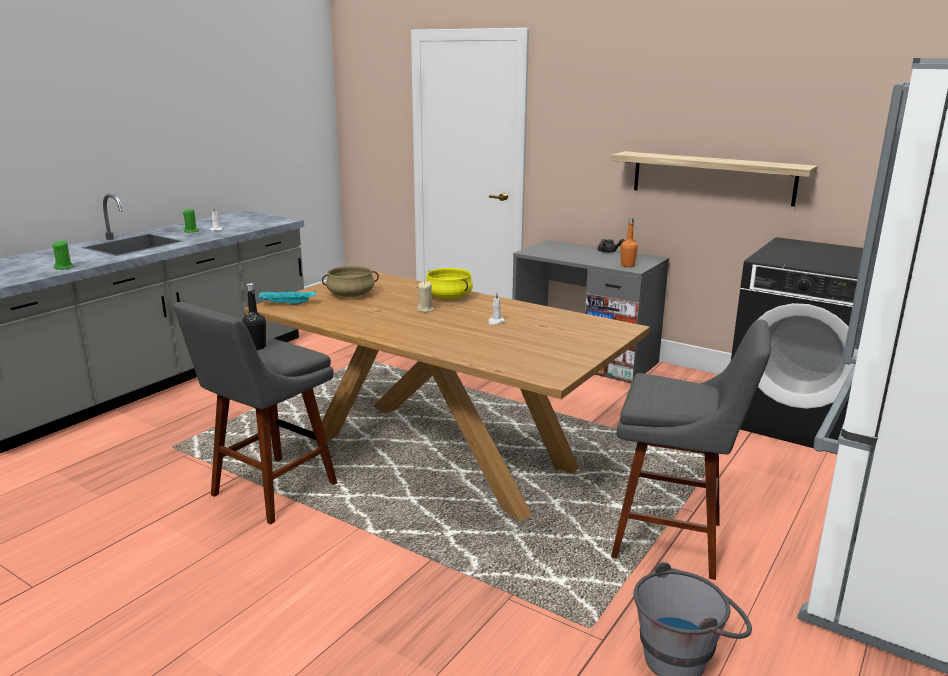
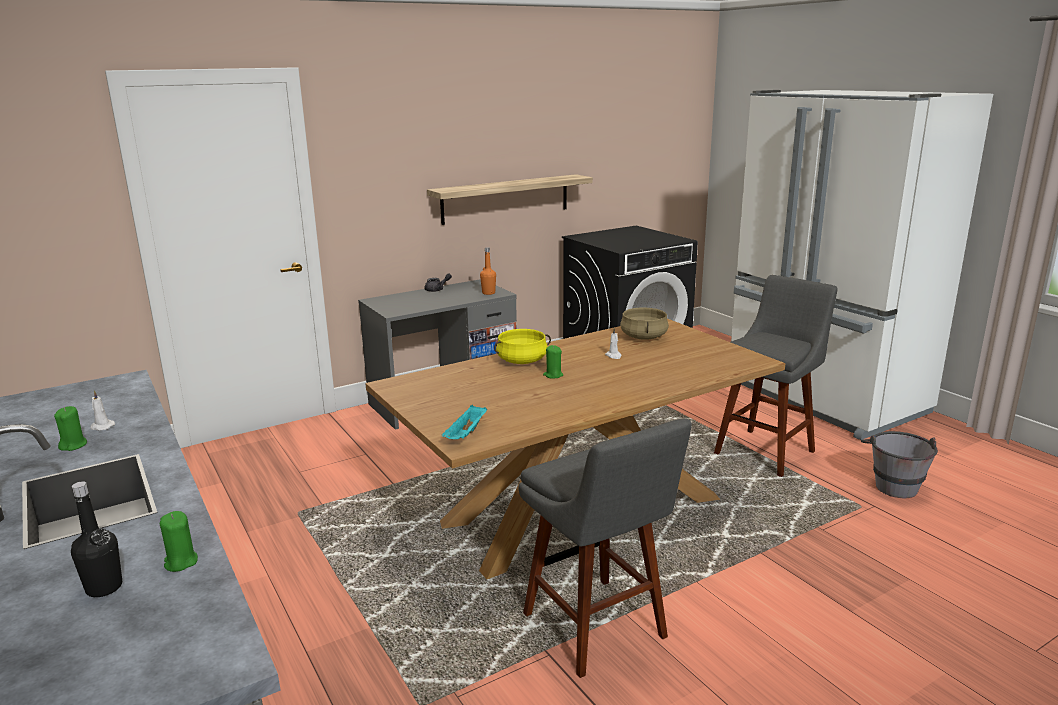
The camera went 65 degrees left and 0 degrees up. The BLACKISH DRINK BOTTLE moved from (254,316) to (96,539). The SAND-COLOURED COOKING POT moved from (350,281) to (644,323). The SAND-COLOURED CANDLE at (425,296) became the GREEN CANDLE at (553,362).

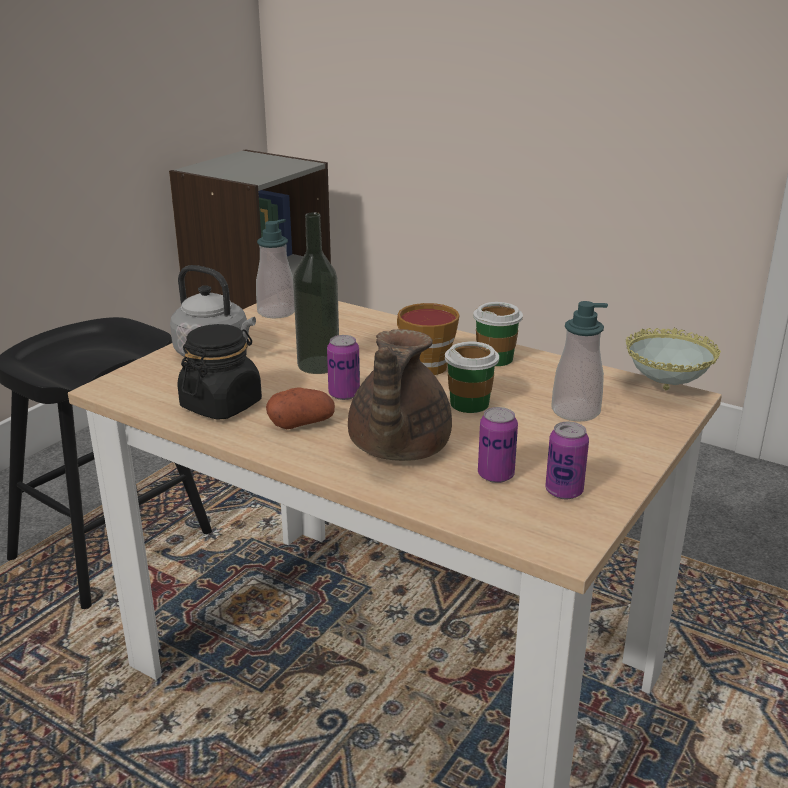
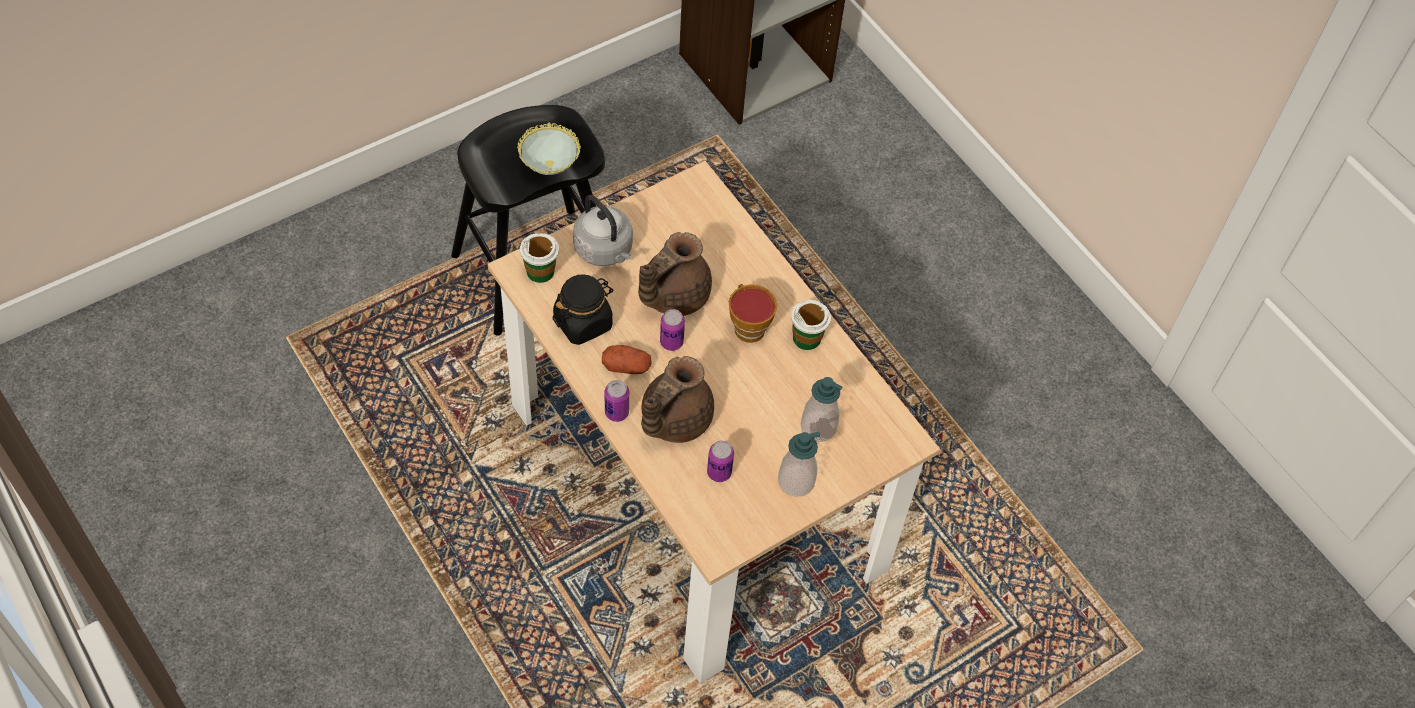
The camera went 20 degrees right and 30 degrees up. The SOAP BOTTLE moved from (275,269) to (799,464). The DRINK BOTTLE at (316,293) was replaced by the BROWNISH TEA POT at (675,274). The DRINKING CUP moved from (472,377) to (539,258). The METAL CAN moved from (567,460) to (617,401). The SERVING BOWL moved from (673,359) to (549,149).

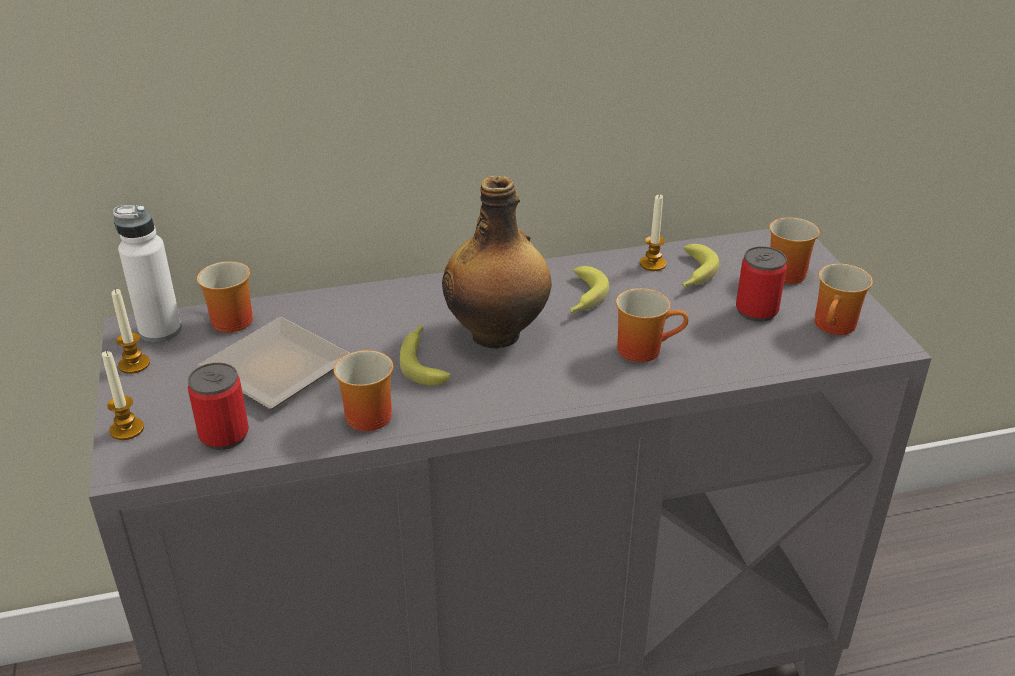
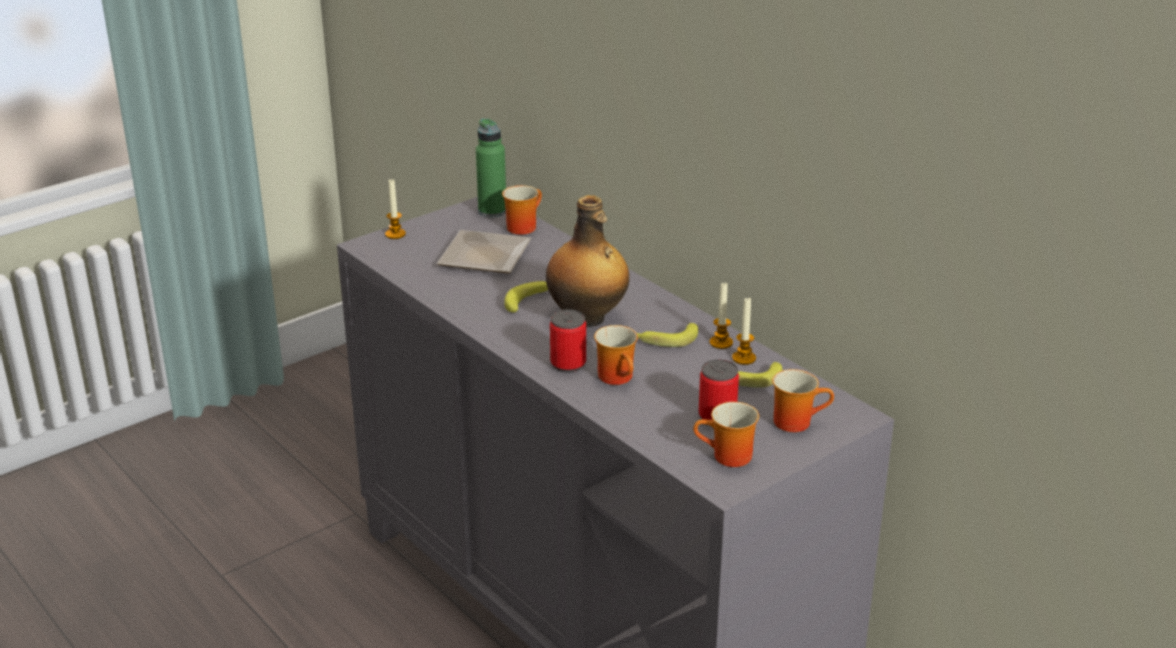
The camera went 65 degrees right and 5 degrees down. The CANDLE moved from (131,331) to (721,316). The WHITE DRINK BOTTLE at (147,274) became the GREEN DRINK BOTTLE at (491,167). The METAL CAN moved from (218,406) to (568,341). The COFFEE MUG at (363,390) disappeared.

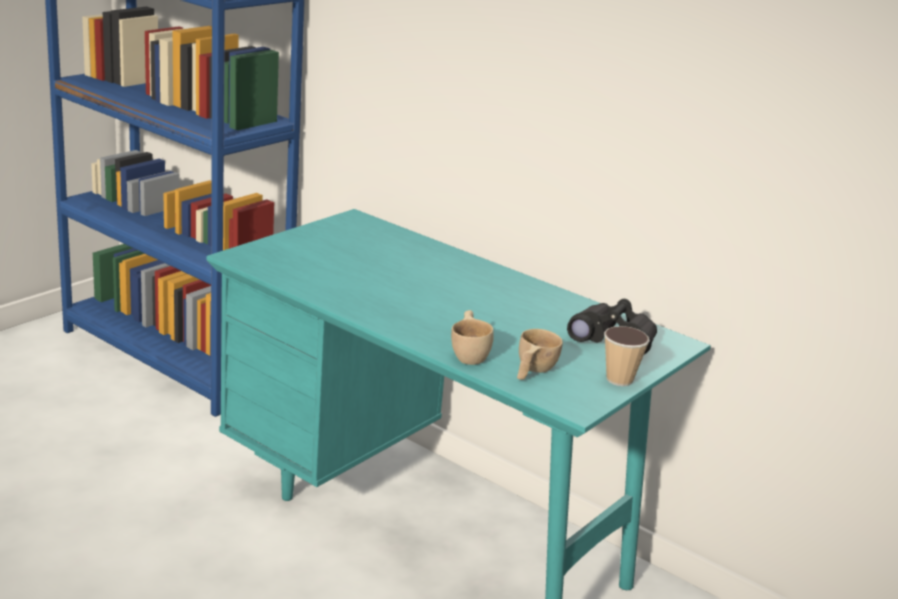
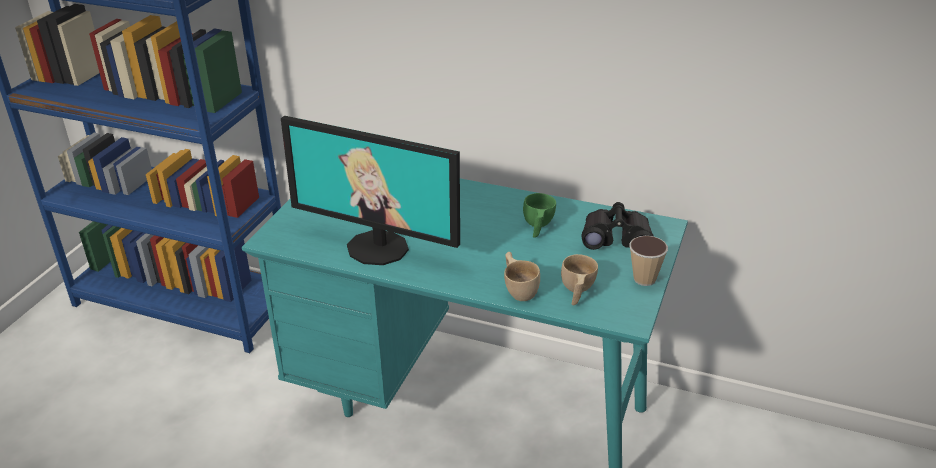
The camera went 15 degrees left and 10 degrees up. The COMPUTER SCREEN at (370,190) appeared. The GREEN DRINKING CUP at (539,215) appeared.

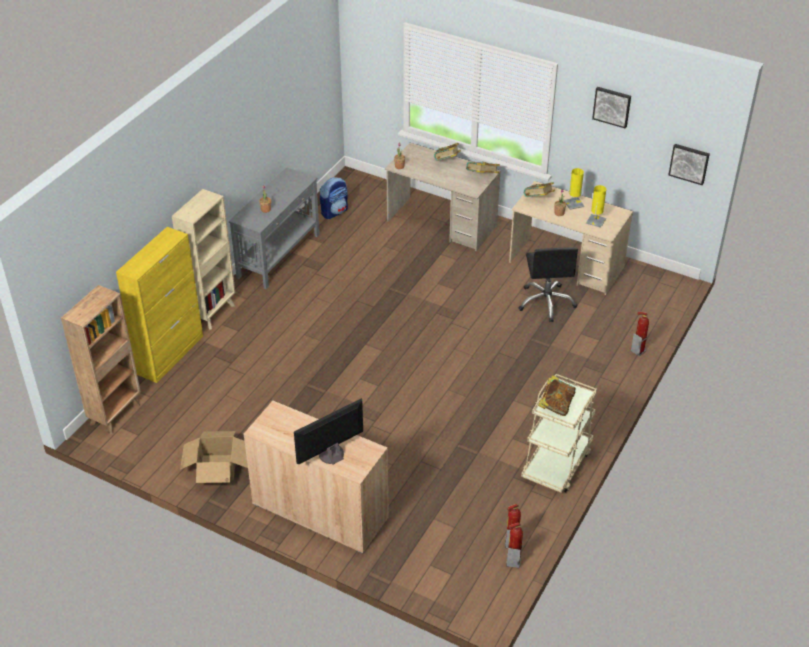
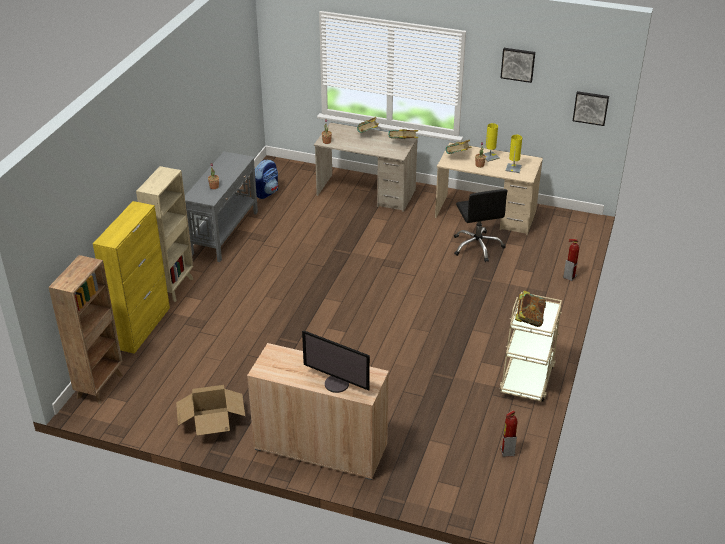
The camera went 10 degrees left and 5 degrees down. The COMPUTER SCREEN at (328,431) turned 105 degrees counterclockwise. The FIRE EXTINGUISHER at (514,545) disappeared.

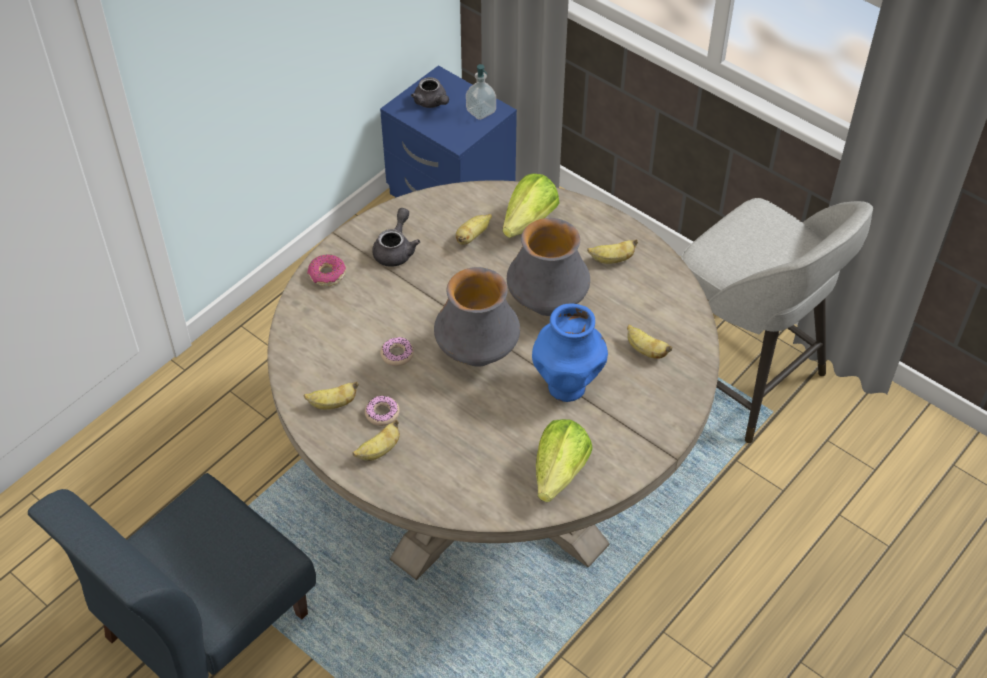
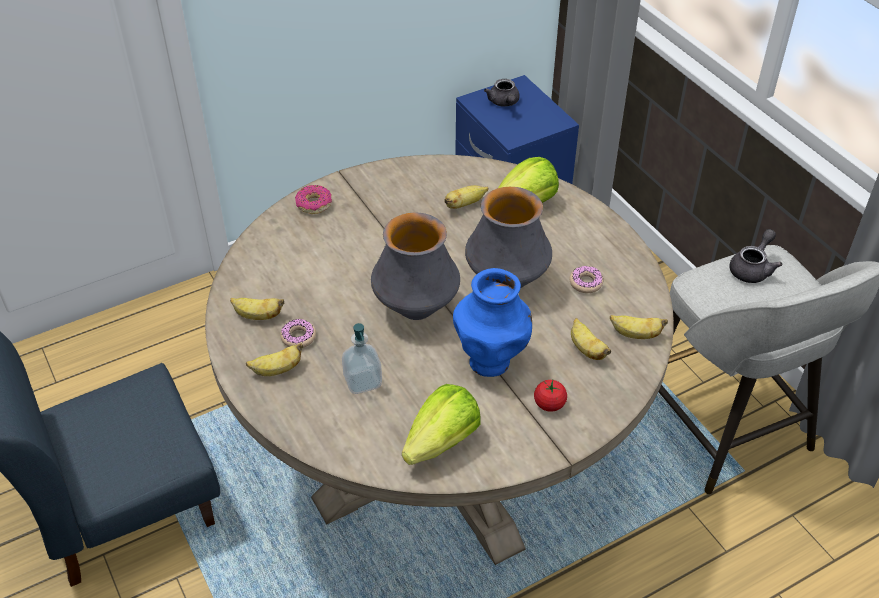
The camera went 20 degrees right and 5 degrees down. The GREYISH TEA POT moved from (396,237) to (755,256). The DOUGHNUT moved from (397,351) to (586,279). The SOAP BOTTLE moved from (481,92) to (362,358). The WHOLE BANANA moved from (612,251) to (639,327). The WHOLE TOMATO at (550,396) appeared.

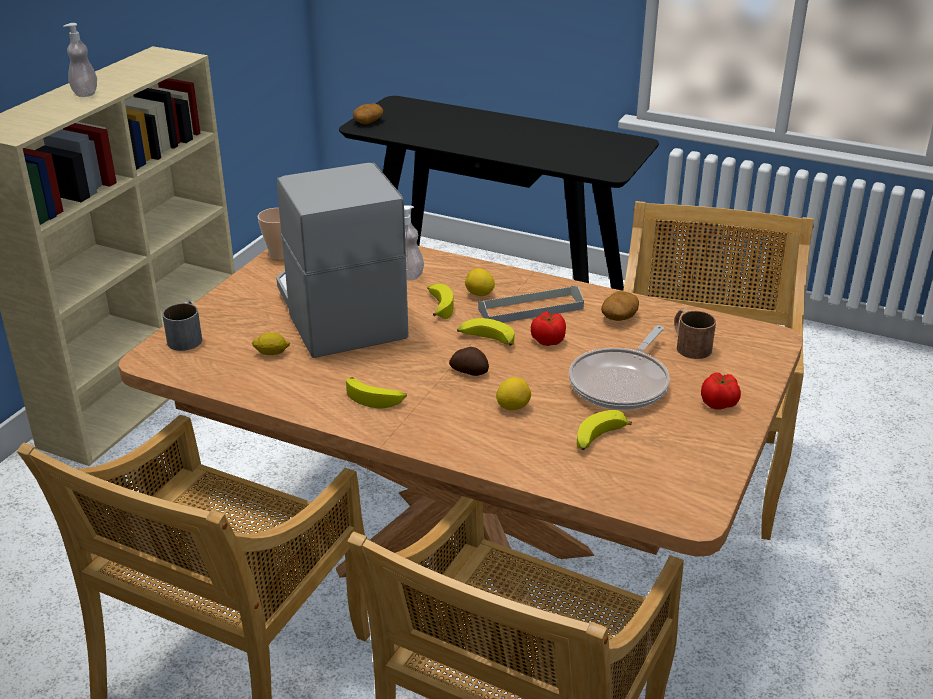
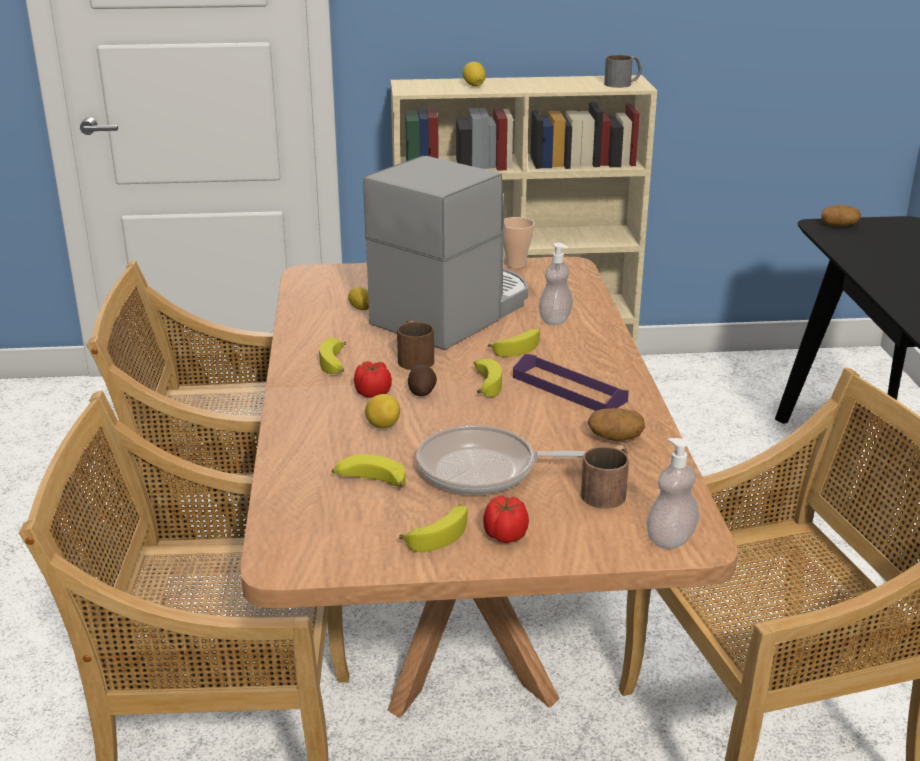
The camera went 60 degrees right and 5 degrees down. The SOAP BOTTLE moved from (80,60) to (672,493). The GREYISH COFFEE MUG moved from (182,325) to (622,71). The CITRUS FRUIT moved from (480,282) to (474,74). The GREYISH TRAY at (531,304) became the PURPLISH TRAY at (571,382). The WHOLE TOMATO moved from (548,328) to (373,379). The BROWNISH COFFEE MUG at (415,344) appeared. The WHOLE BANANA at (433,528) appeared.

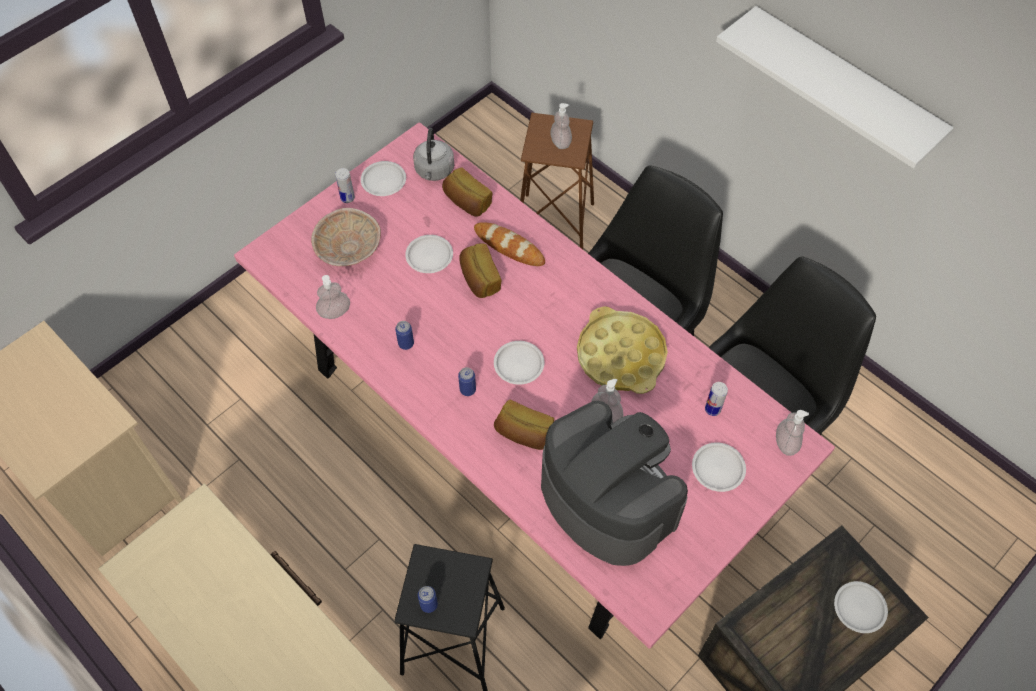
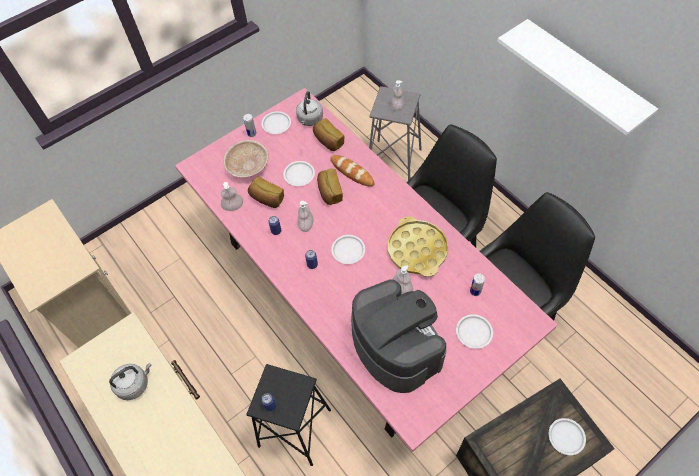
The camera went 10 degrees right and 0 degrees up. The BREAD moved from (524,425) to (266,192). The BROWNISH STOOL at (557,181) became the GREYISH STOOL at (395,133). The SOAP BOTTLE moved from (792,433) to (306,216). The GREYISH KETTLE at (130,381) appeared.

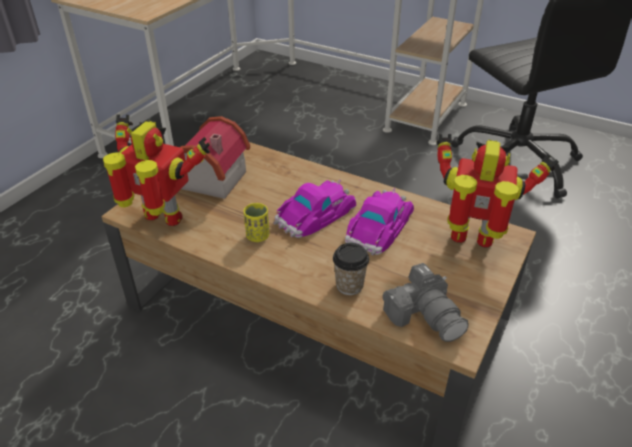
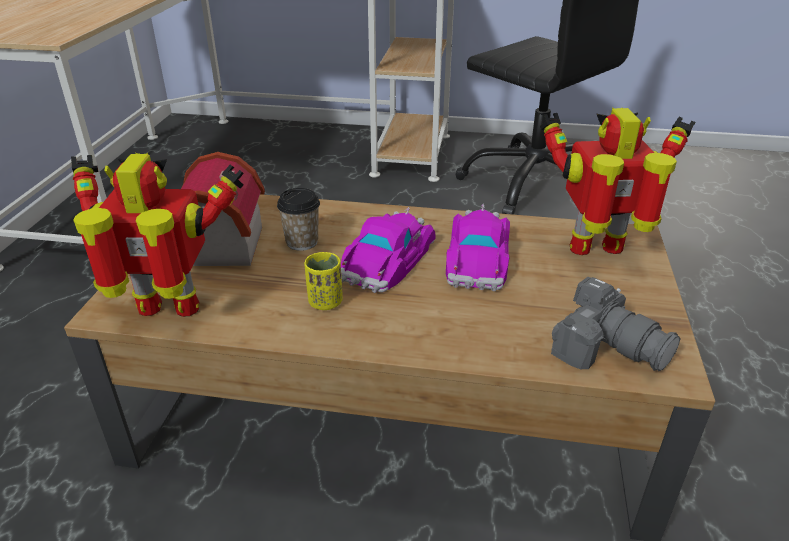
The camera went 20 degrees left and 5 degrees down. The DRINKING CUP moved from (351,269) to (298,219).

